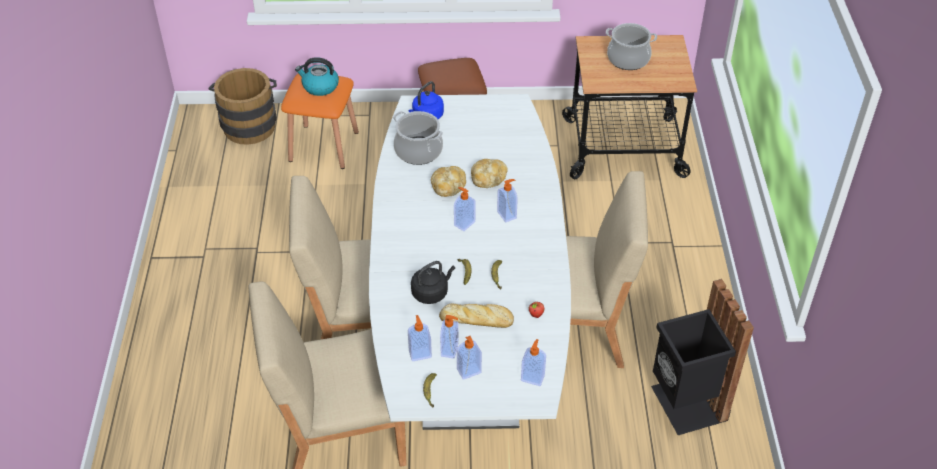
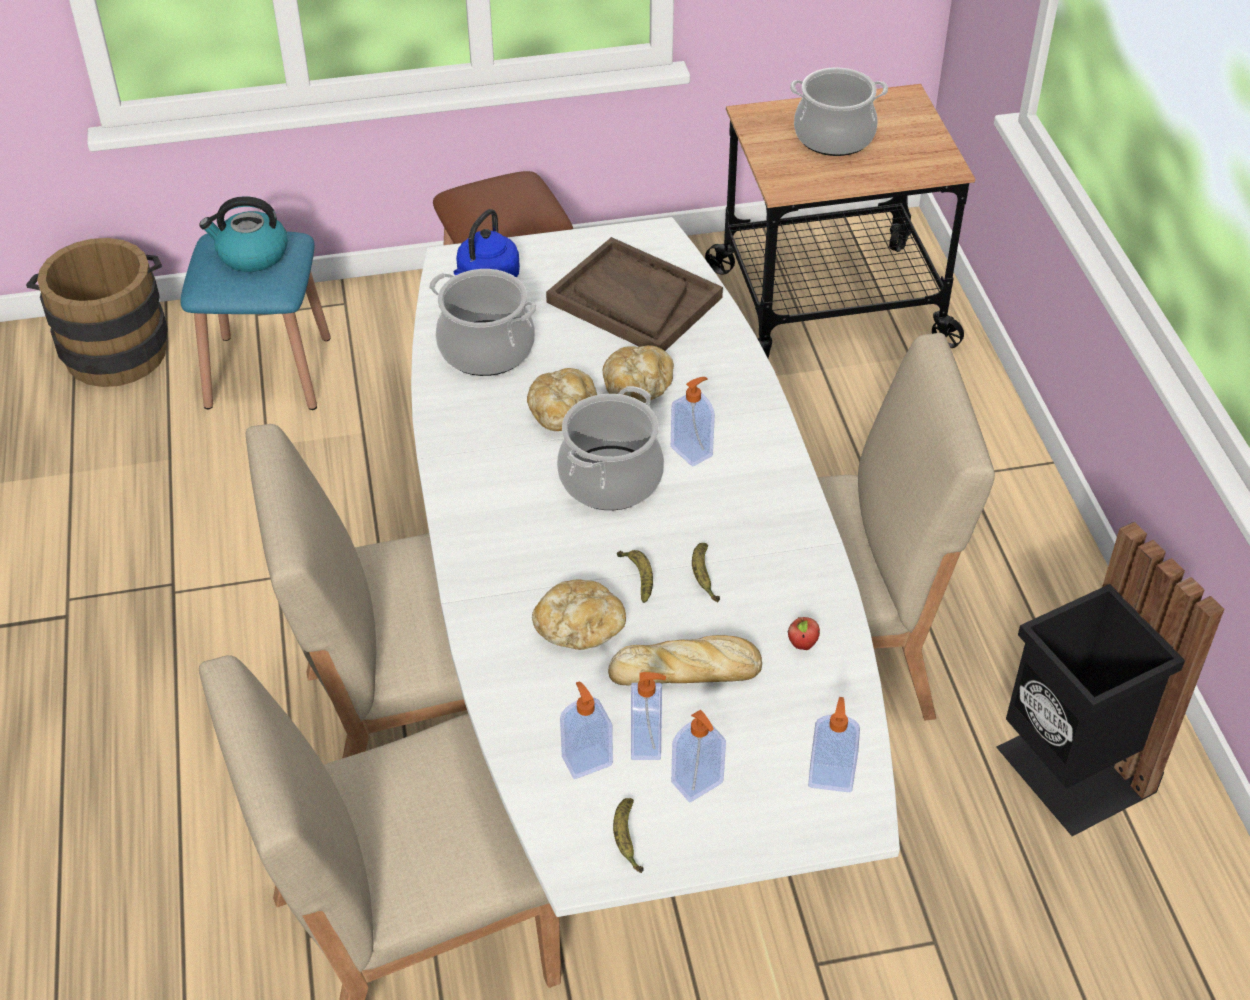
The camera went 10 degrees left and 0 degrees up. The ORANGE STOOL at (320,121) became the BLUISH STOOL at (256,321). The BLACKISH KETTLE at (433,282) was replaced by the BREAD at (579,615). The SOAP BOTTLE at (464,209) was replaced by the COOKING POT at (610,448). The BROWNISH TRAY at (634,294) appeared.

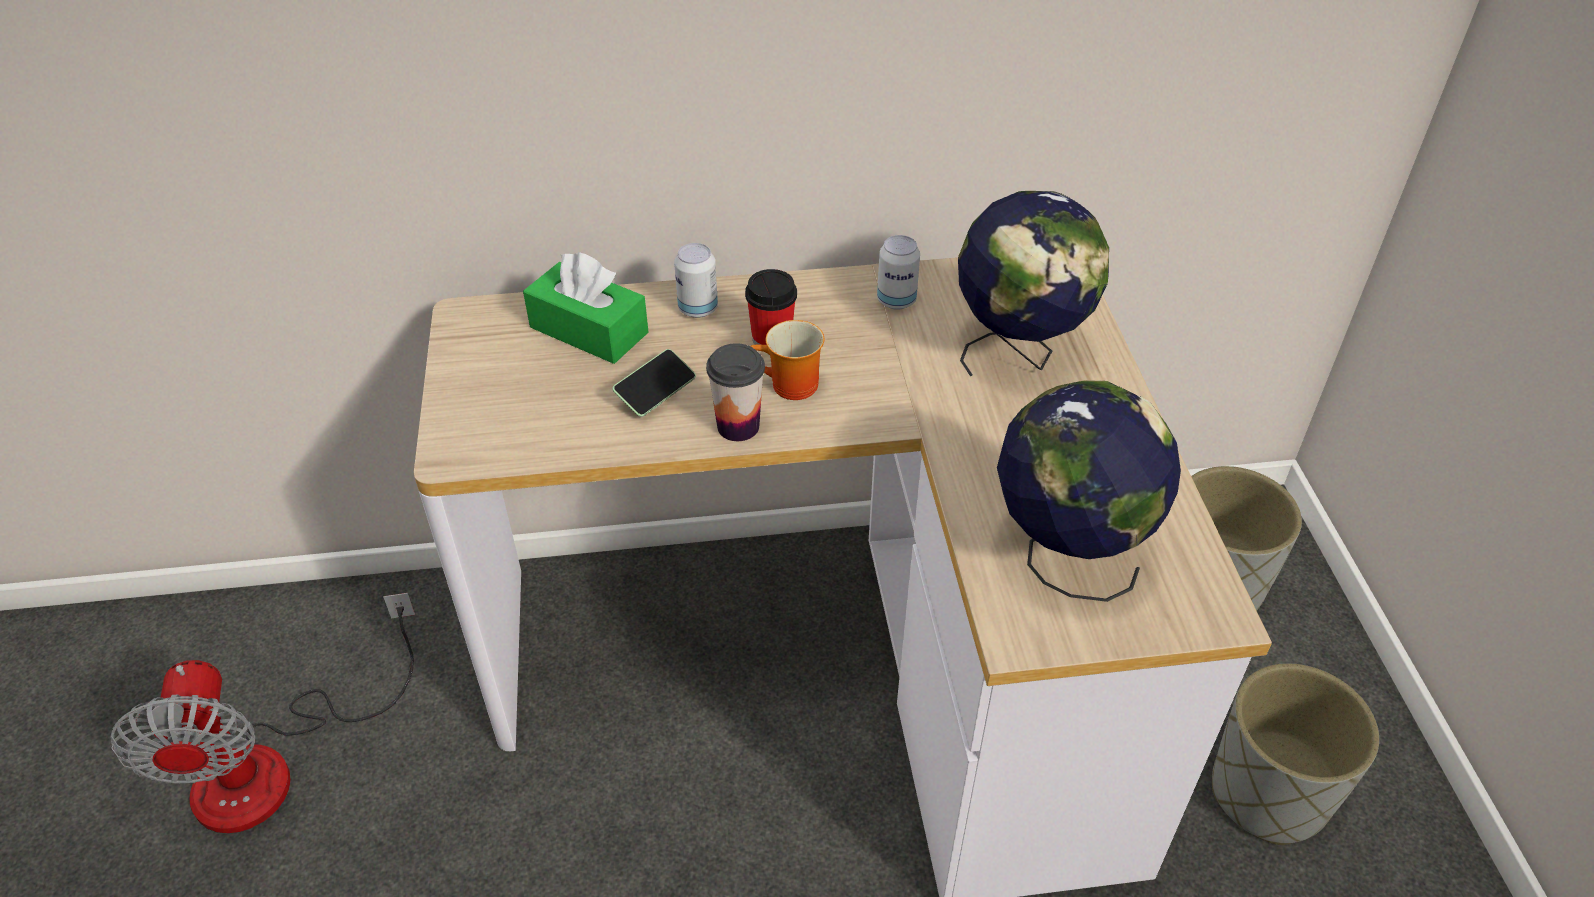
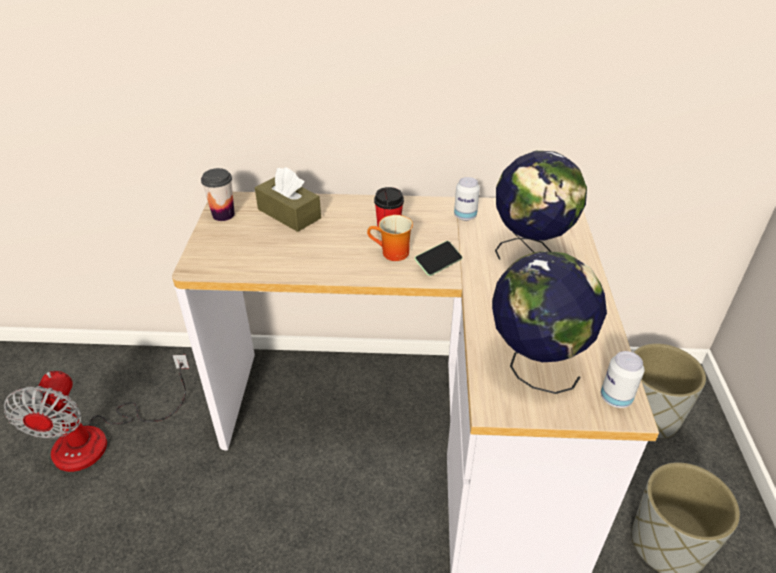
The camera went 10 degrees right and 5 degrees down. The GREEN TISSUE HOLDER at (586,308) became the BROWNISH TISSUE HOLDER at (288,199). The PHONE moved from (654,383) to (438,258). The METAL CAN moved from (696,280) to (622,379). The DRINKING CUP moved from (735,392) to (218,194).

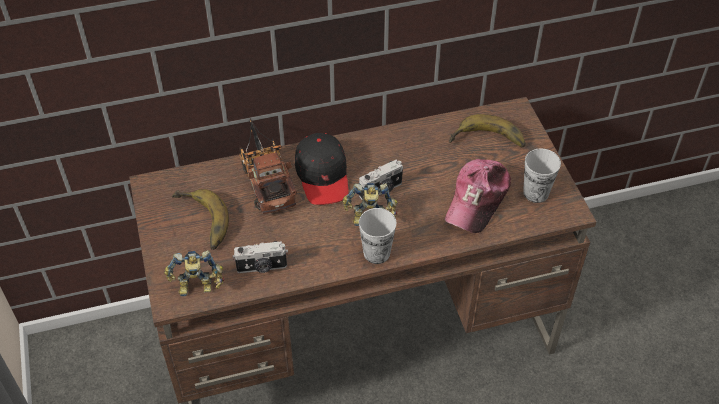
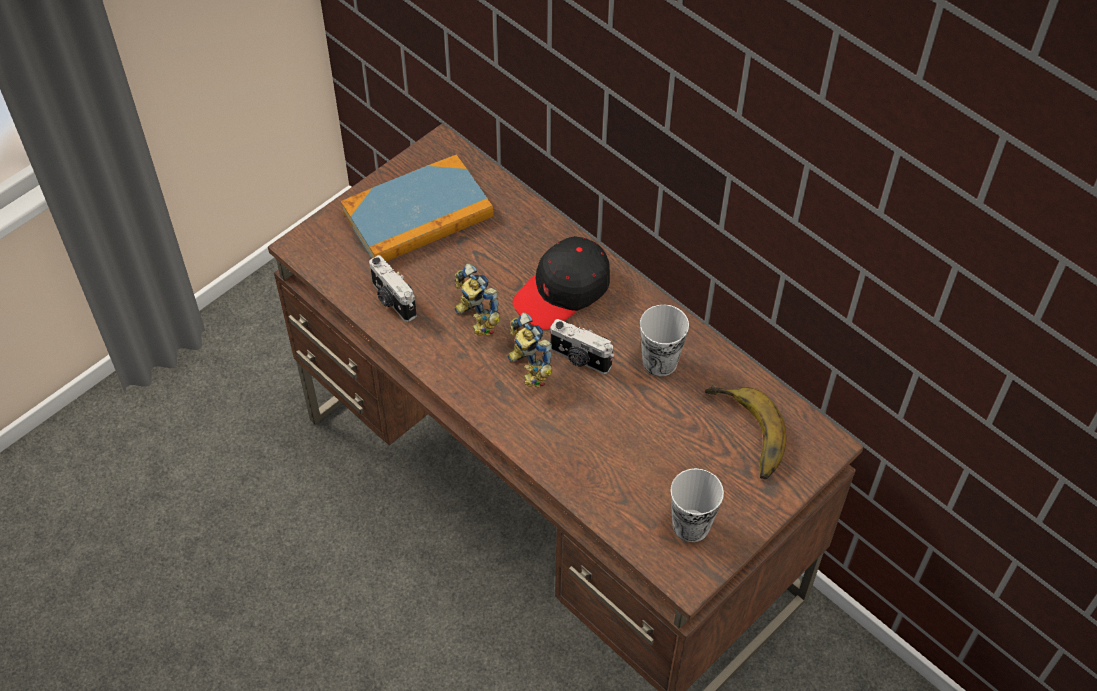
The camera went 60 degrees right and 5 degrees up. The TOY ROBOT moved from (194,273) to (478,300). The WHOLE BANANA at (200,219) was replaced by the BOUND BOOK at (417,207). The TOY LORRY at (268,166) disappeared. The DRINKING CUP moved from (377,236) to (664,340). The CAP at (478,196) disappeared.

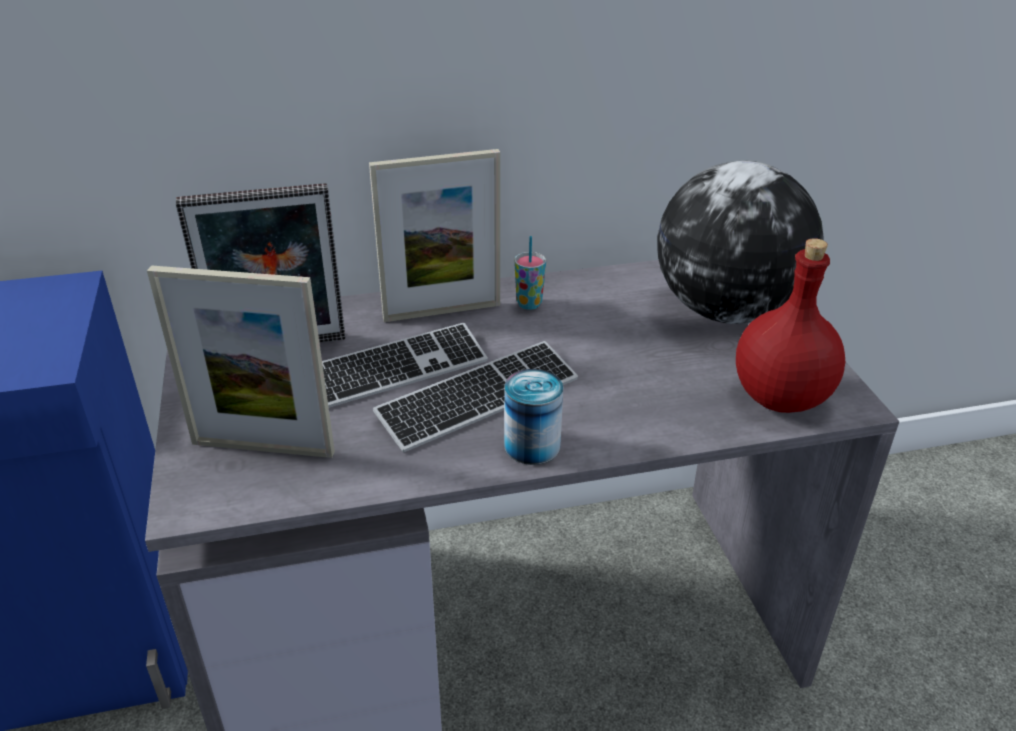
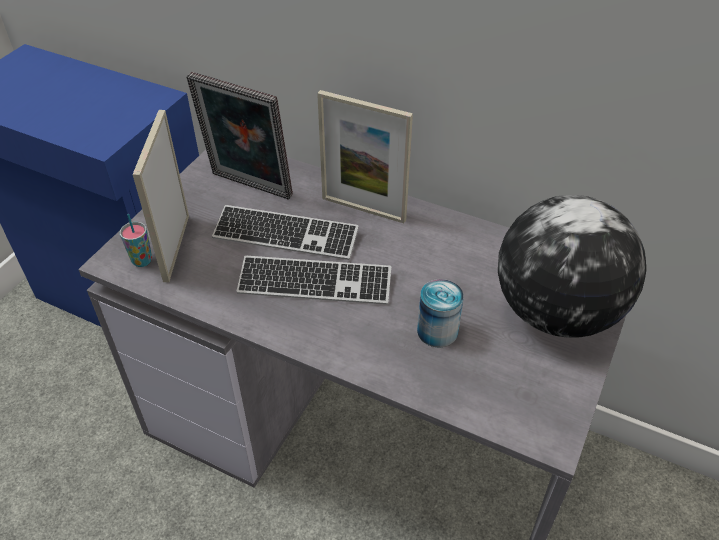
The camera went 40 degrees right and 10 degrees up. The STANDING FRAME at (241,362) turned 45 degrees clockwise. The METAL CAN moved from (533,417) to (440,313). The DRINKING CUP moved from (530,273) to (136,240). The RED-COLOURED DRINK BOTTLE at (790,325) disappeared.

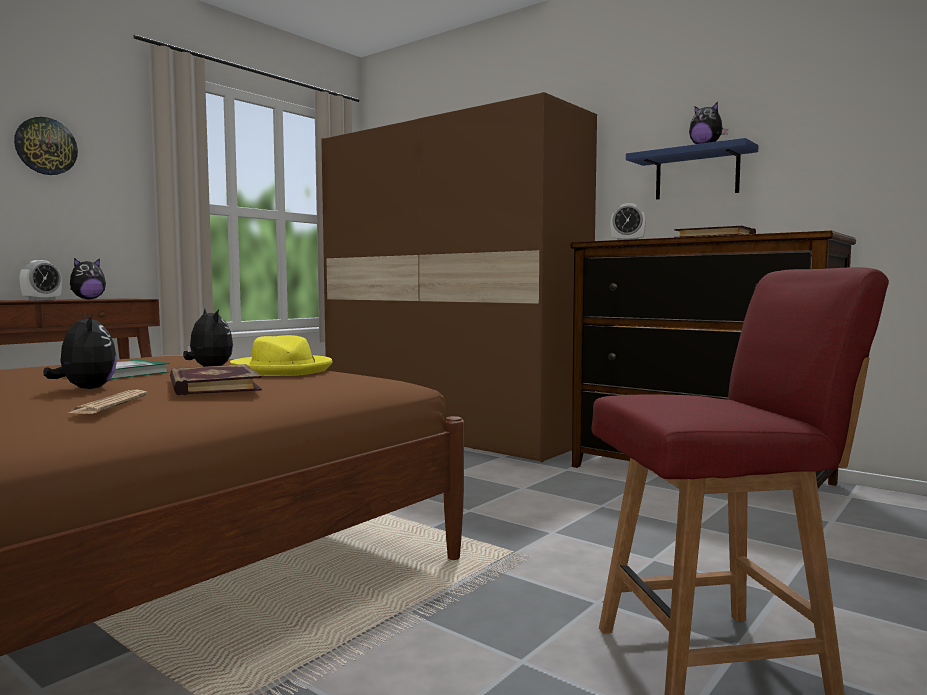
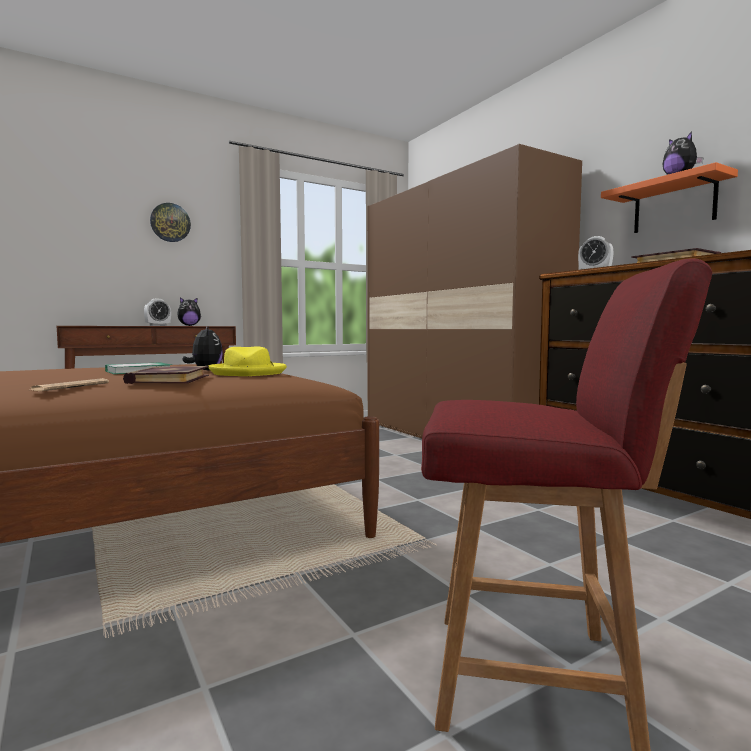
The camera went 20 degrees right and 0 degrees up. The CUDDLY TOY at (80,351) disappeared. The BLUISH BRACKET SHELF at (692,169) became the ORANGE BRACKET SHELF at (669,197).

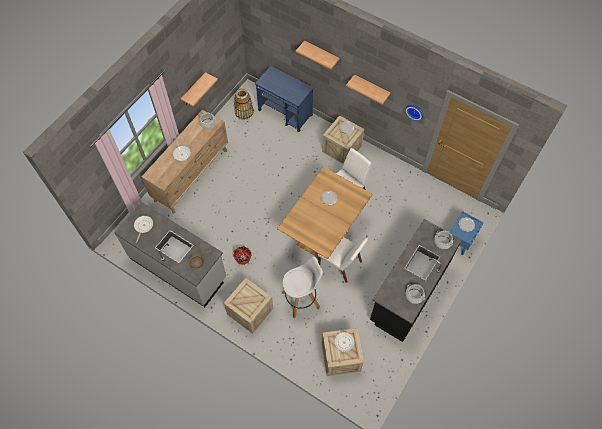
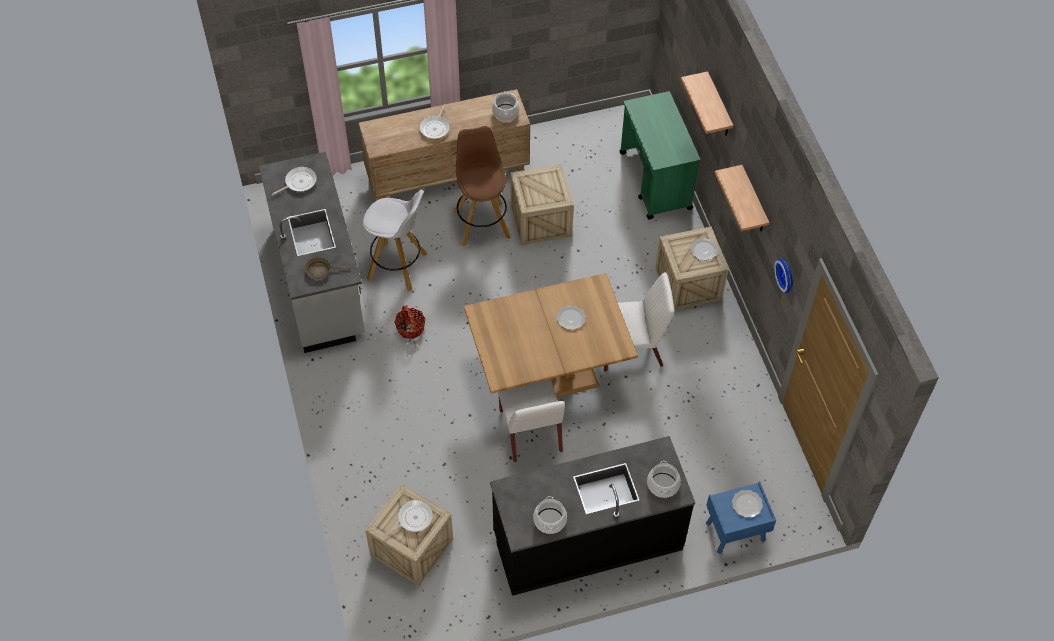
The camera went 40 degrees right and 5 degrees down. The BRACKET SHELF at (199,89) disappeared. The SHIPPING CRATE moved from (248,306) to (542,204). The STORAGE BASKET at (244,104) disappeared. The BLUISH TROLLEY at (284,99) became the GREEN TROLLEY at (659,155). The WHITE STOOL moved from (302,287) to (395,241). The BROWNISH STOOL at (482,186) appeared.

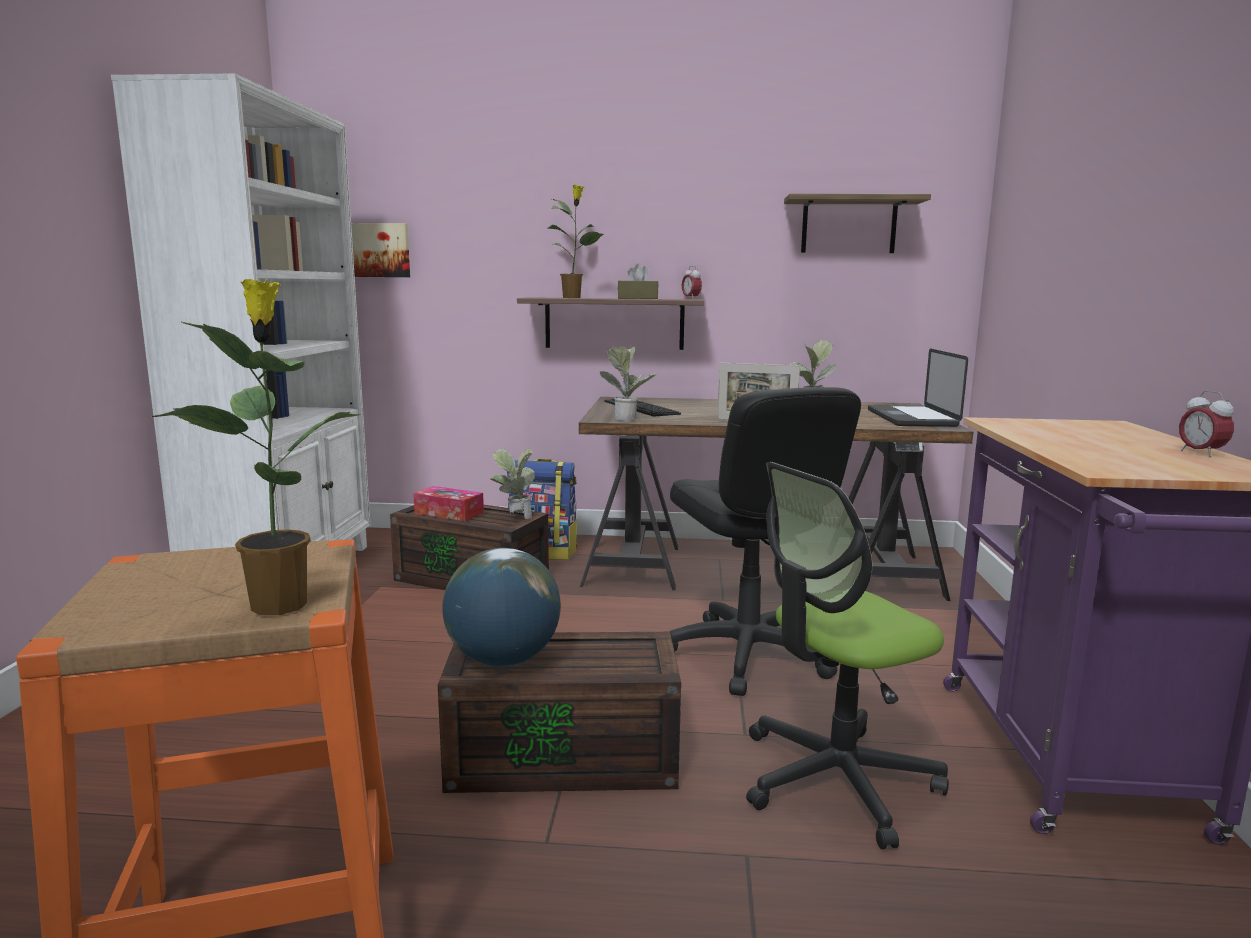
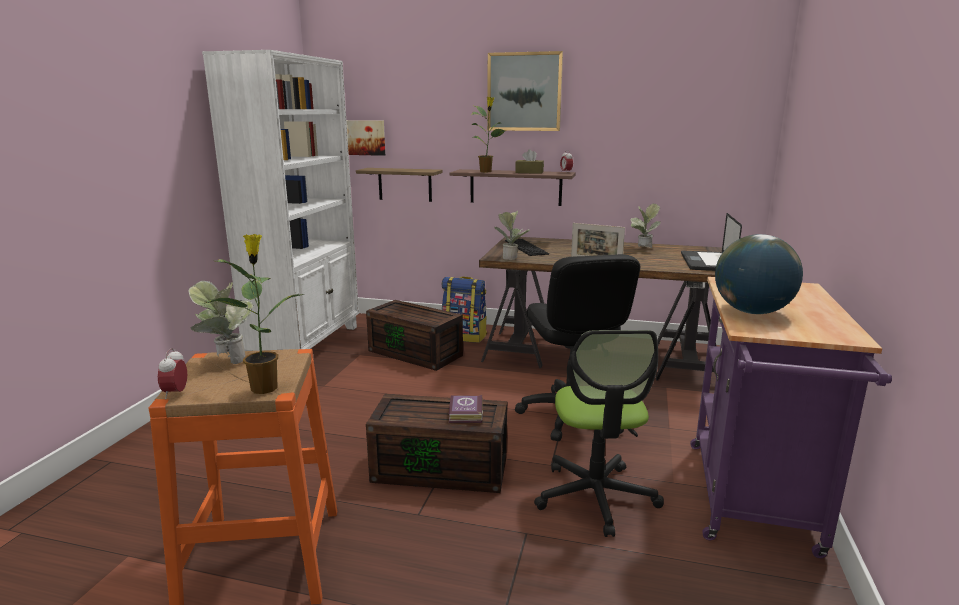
The camera went 10 degrees right and 5 degrees up. The TISSUE HOLDER at (448,503) disappeared. The DESK GLOBE moved from (501,607) to (759,274). The PLANT IN A POT moved from (512,483) to (220,322). The COMPUTER CHAIR at (847,655) turned 75 degrees counterclockwise. The BRACKET SHELF moved from (857,223) to (399,185). The ALARM CLOCK moved from (1206,423) to (172,373). The BOUND BOOK at (466,409) appeared. The WALL PICTURE at (525,91) appeared.

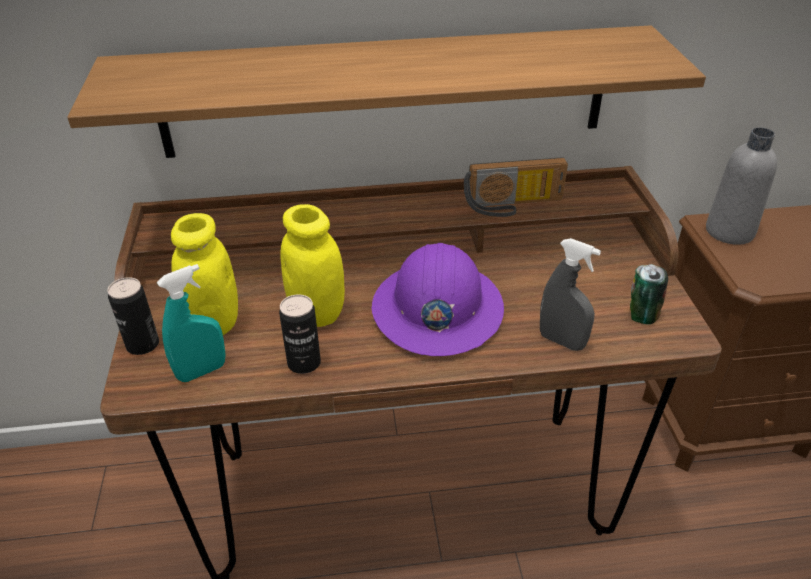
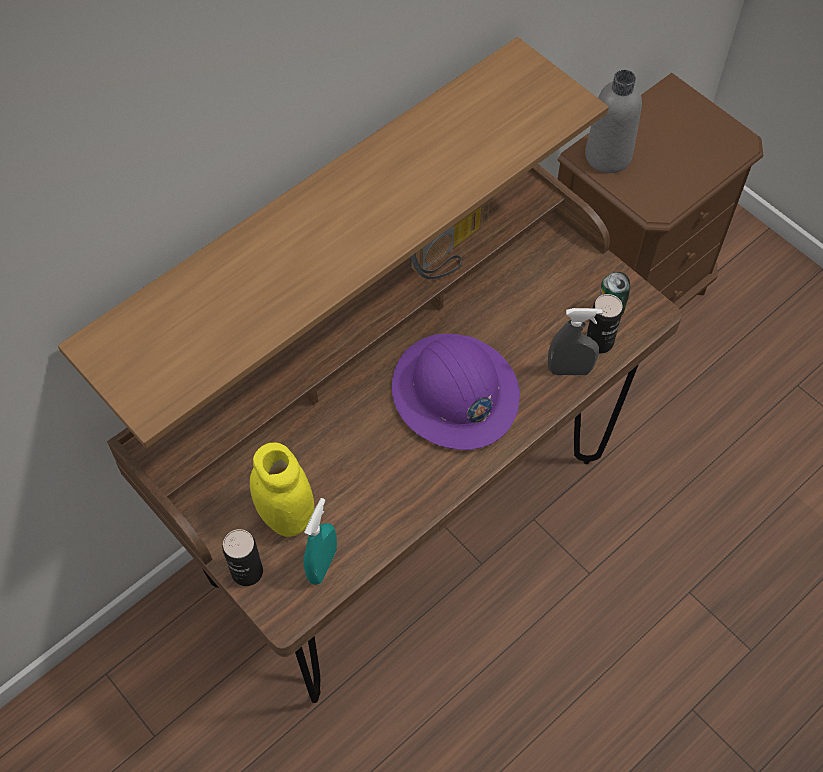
The camera went 35 degrees left and 20 degrees up. The METAL CAN moved from (300,334) to (604,323). The YELLOW JAR at (312,265) disappeared.

